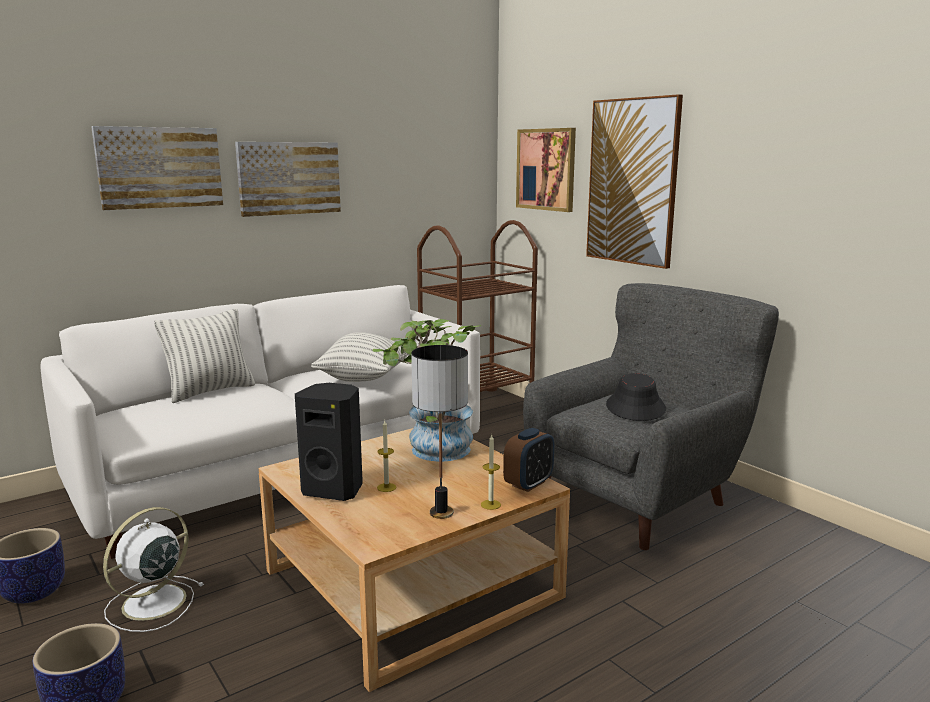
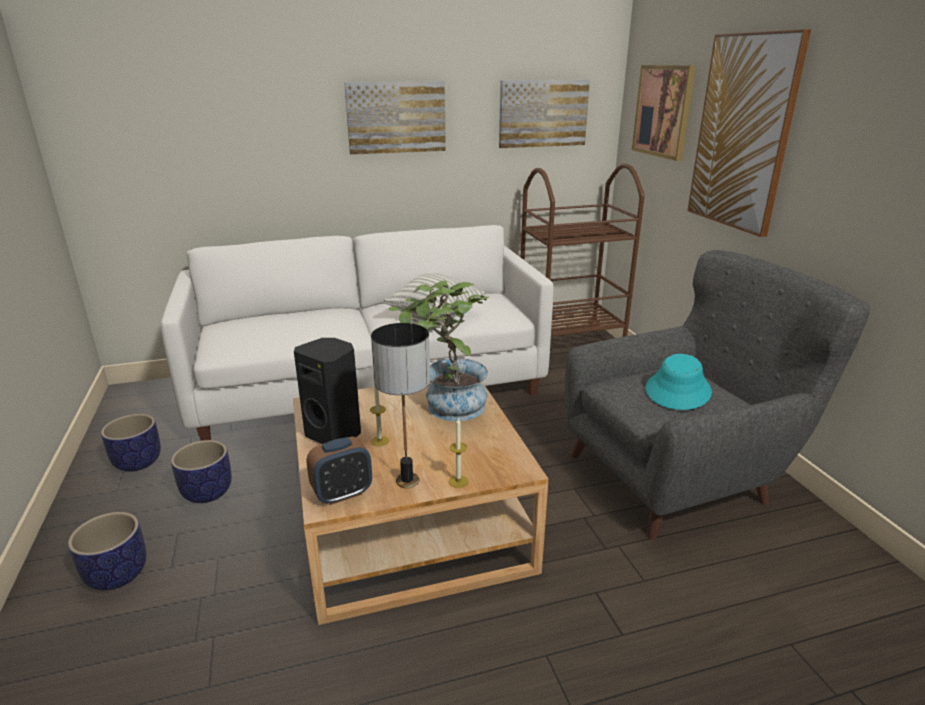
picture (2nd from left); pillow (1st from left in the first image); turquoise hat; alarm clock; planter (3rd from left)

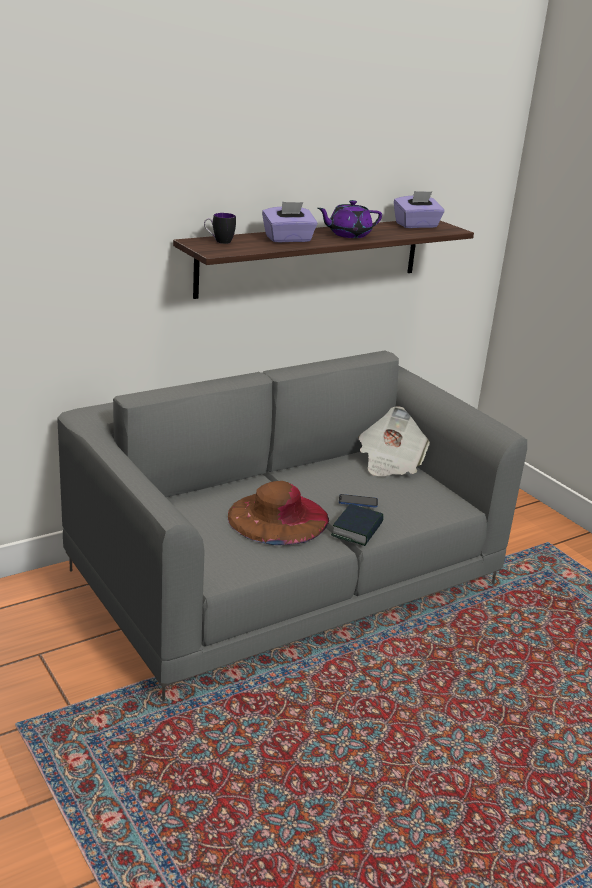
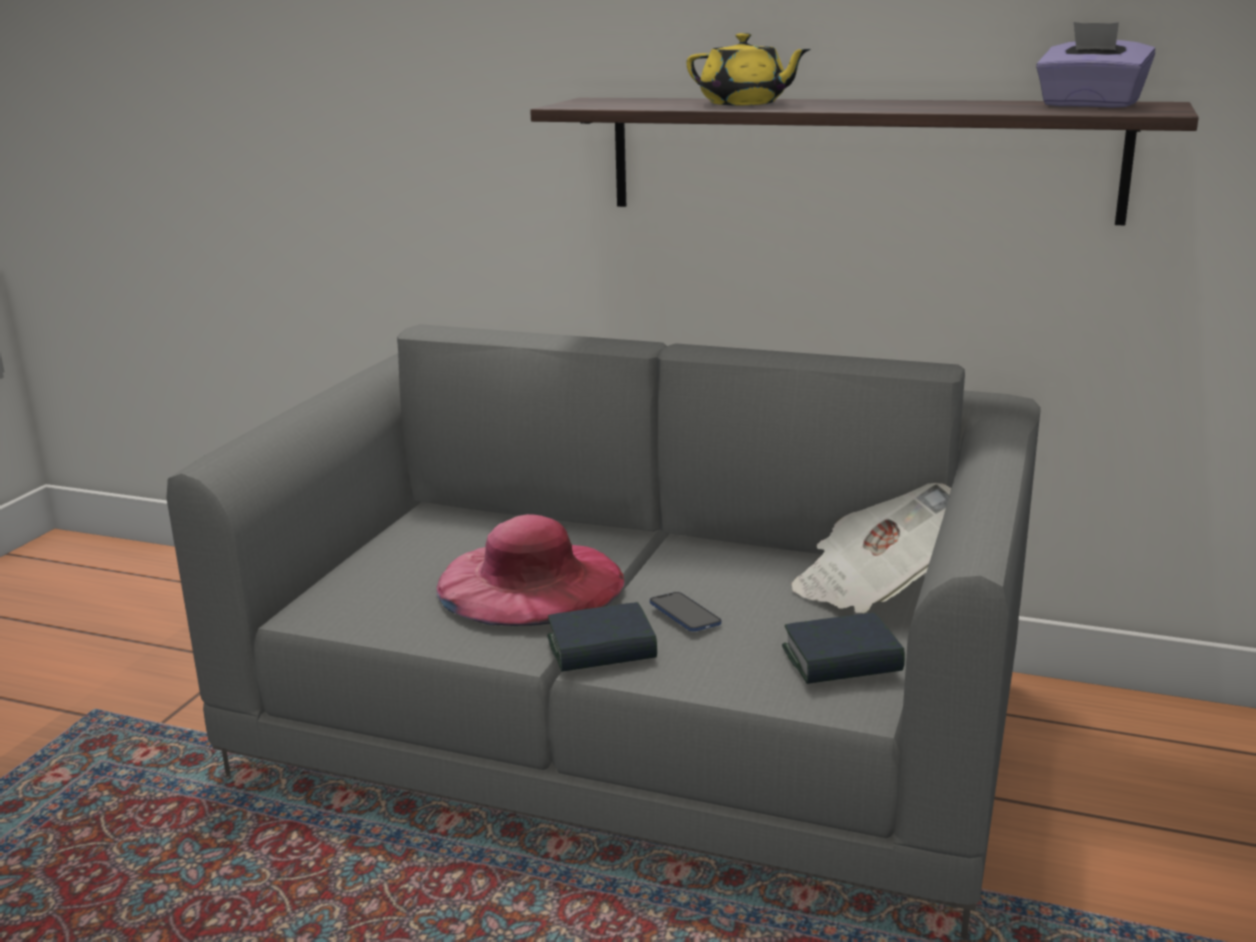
purple teapot; yellow teapot; mug; pink hat; book (2nd from left)

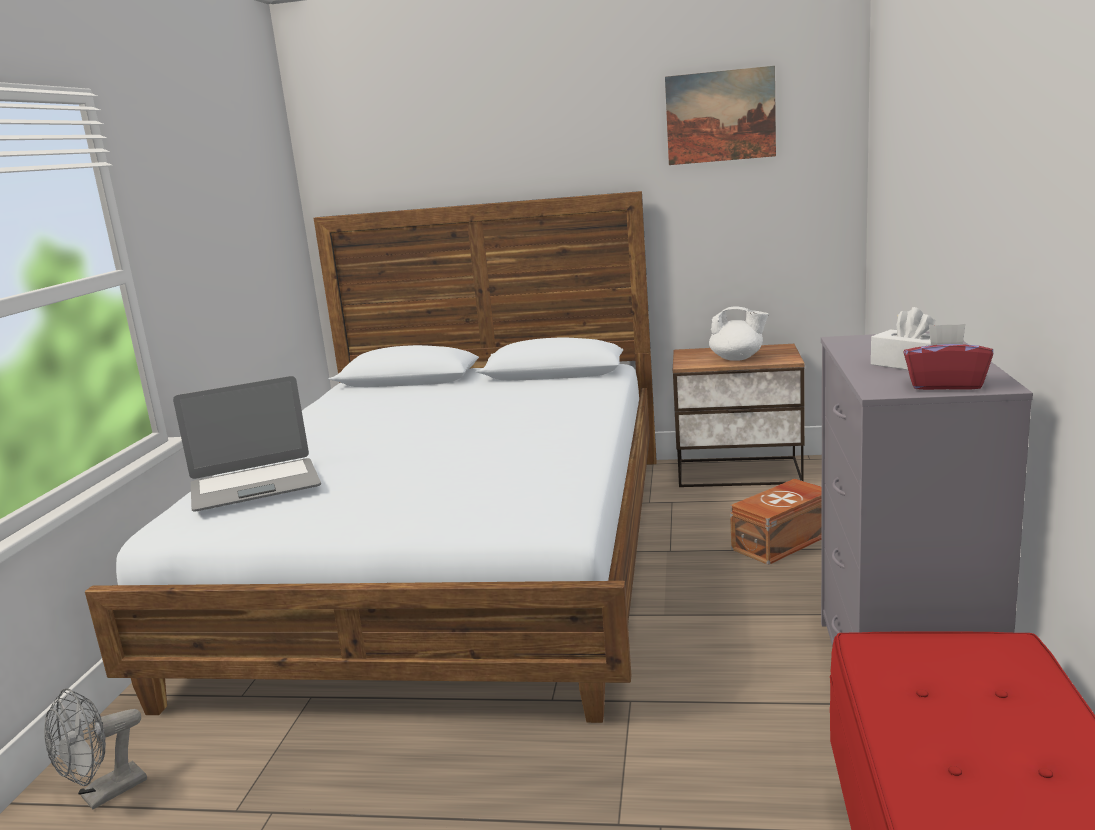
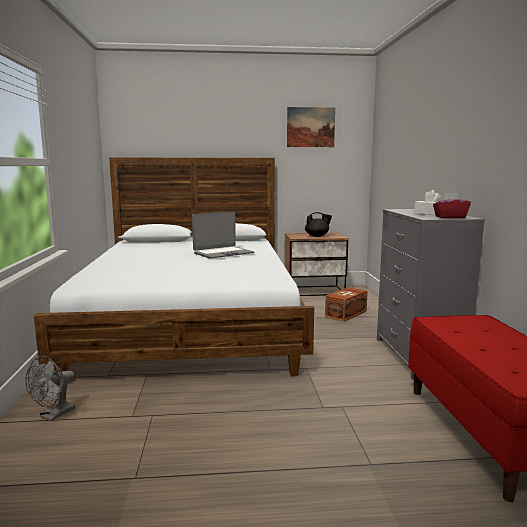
black teapot; laptop

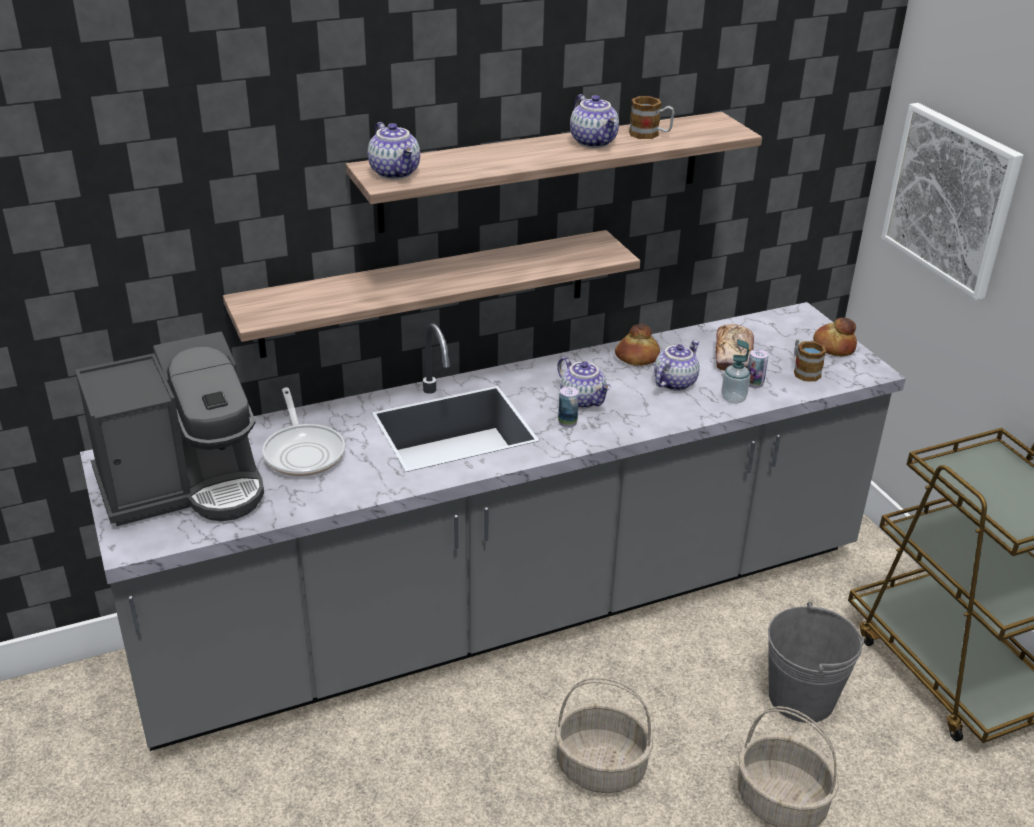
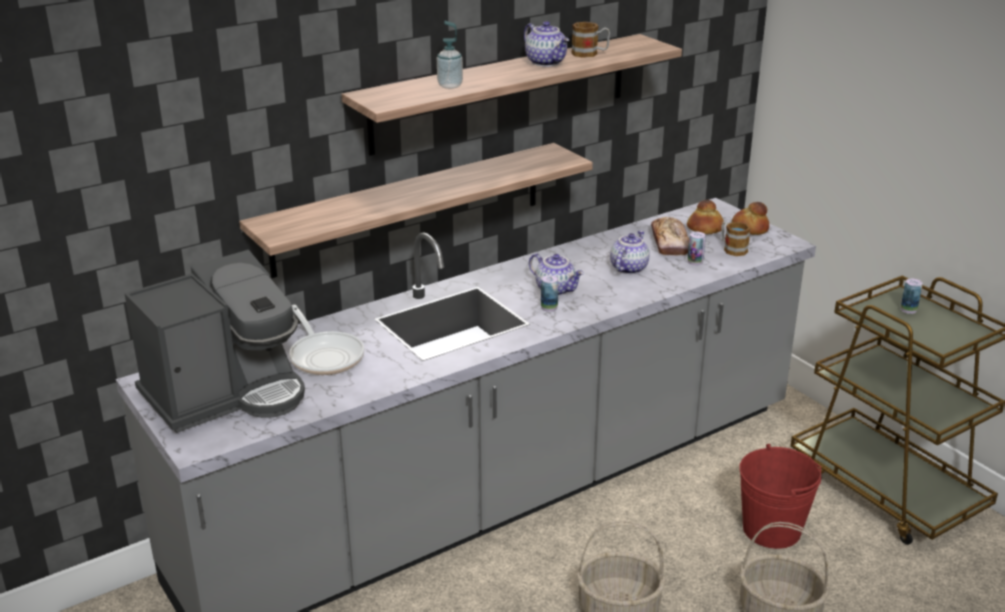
picture; teapot (1st from left in the first image); bread (2nd from left); soap dispenser; red bucket; can (3rd from left)

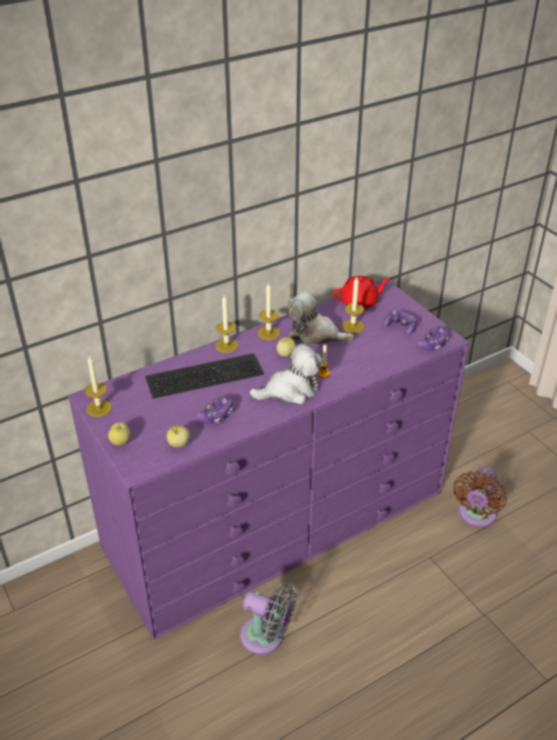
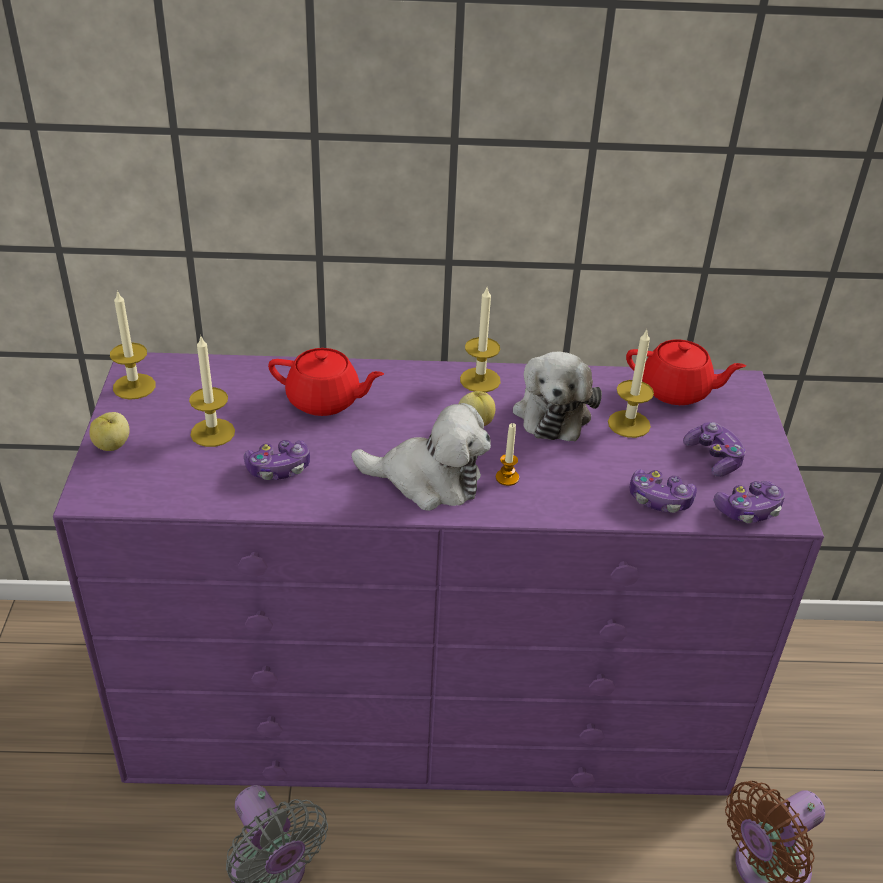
plush toy (2nd from left); candle (2nd from left); red teapot (1st from left); apple (2nd from left in the first image); game controller (2nd from left)

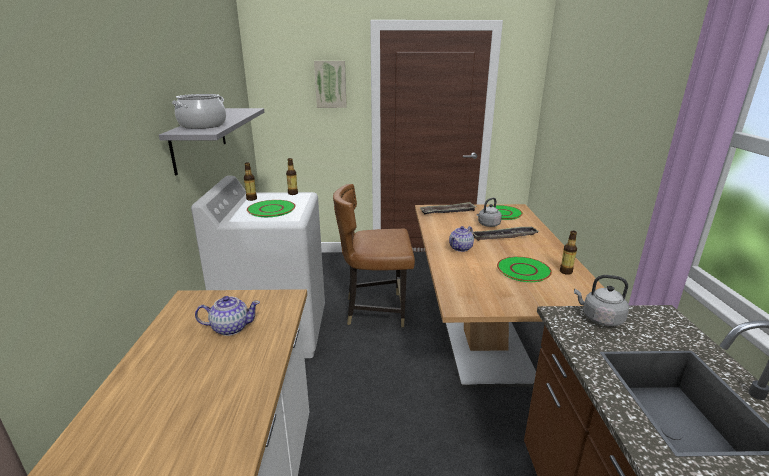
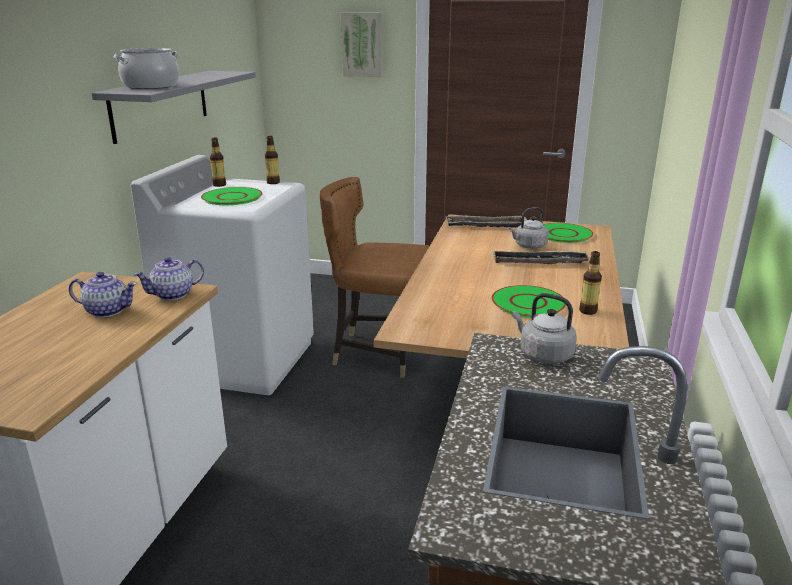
teapot (2nd from left)

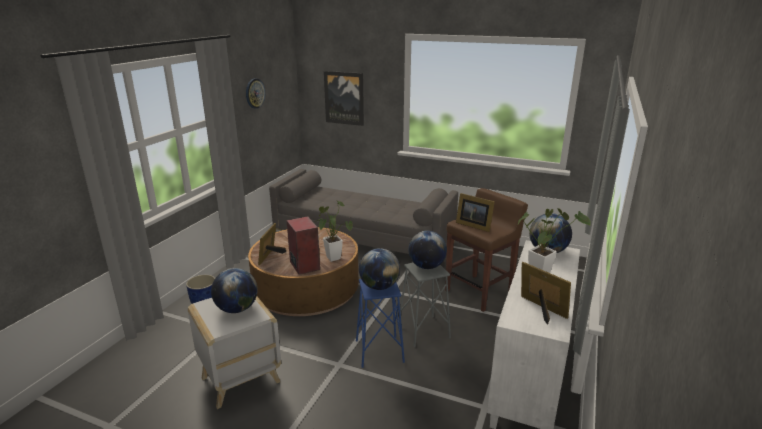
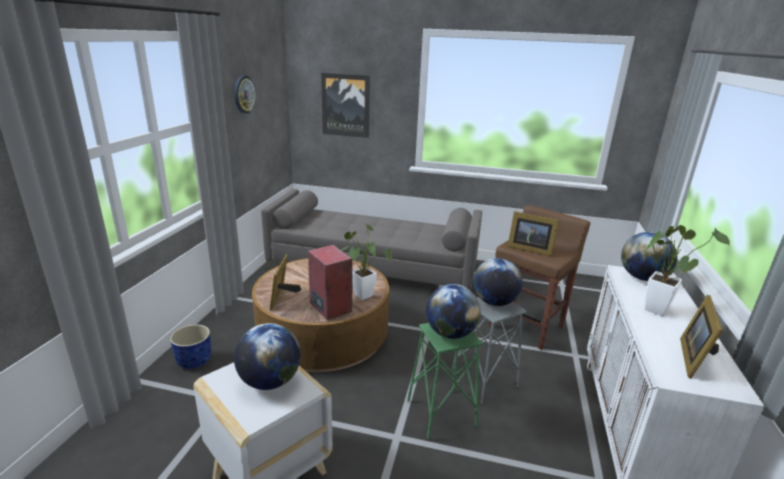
picture frame (3rd from left); green stool

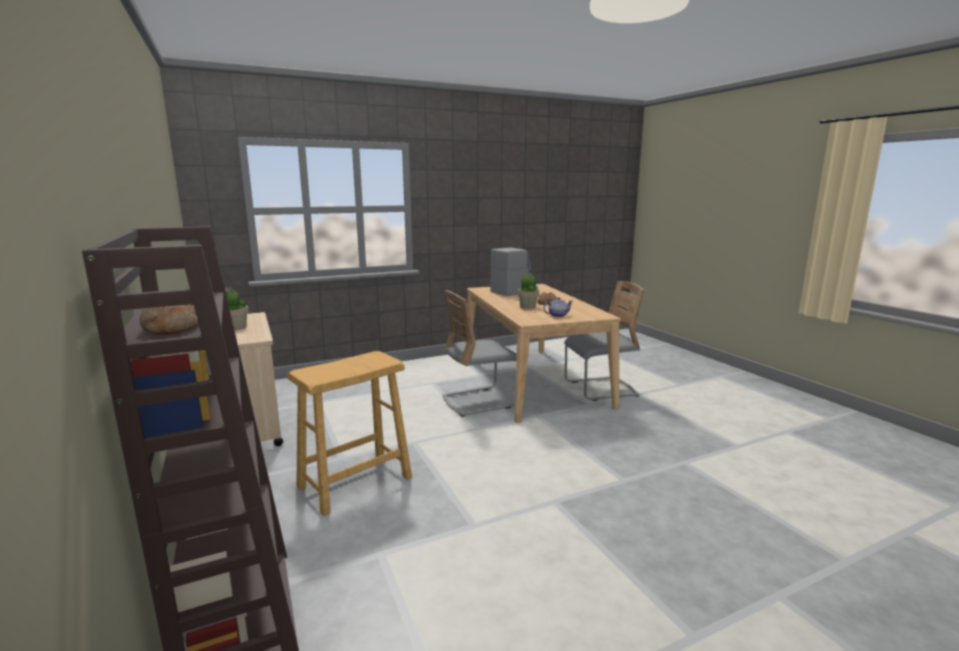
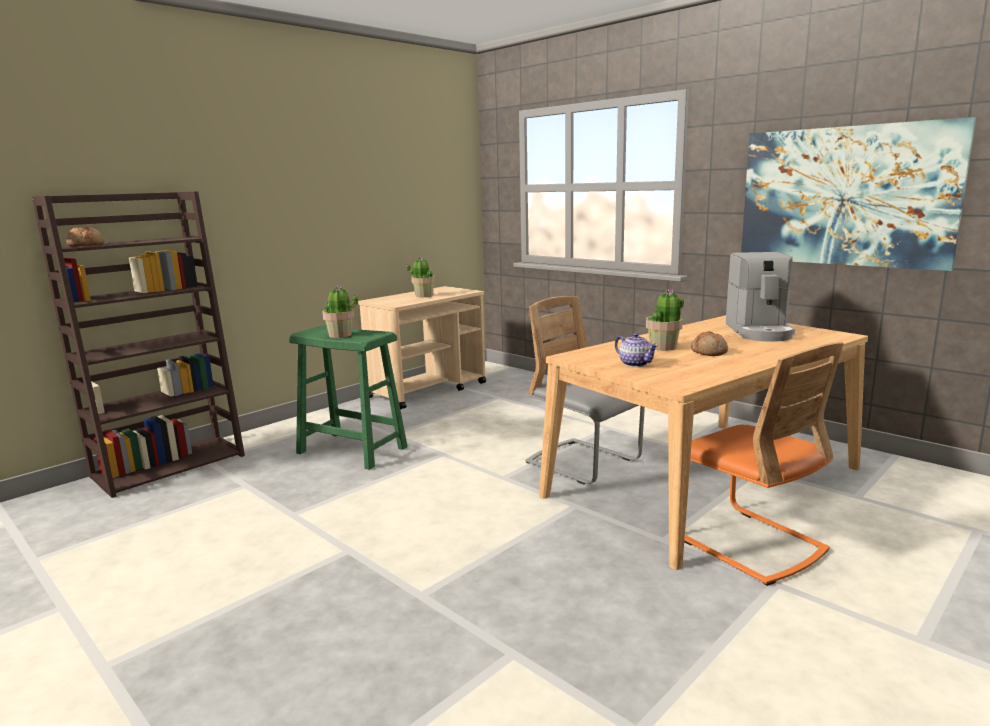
coffee machine; orange chair; green stool; picture; potted plant (1st from left)

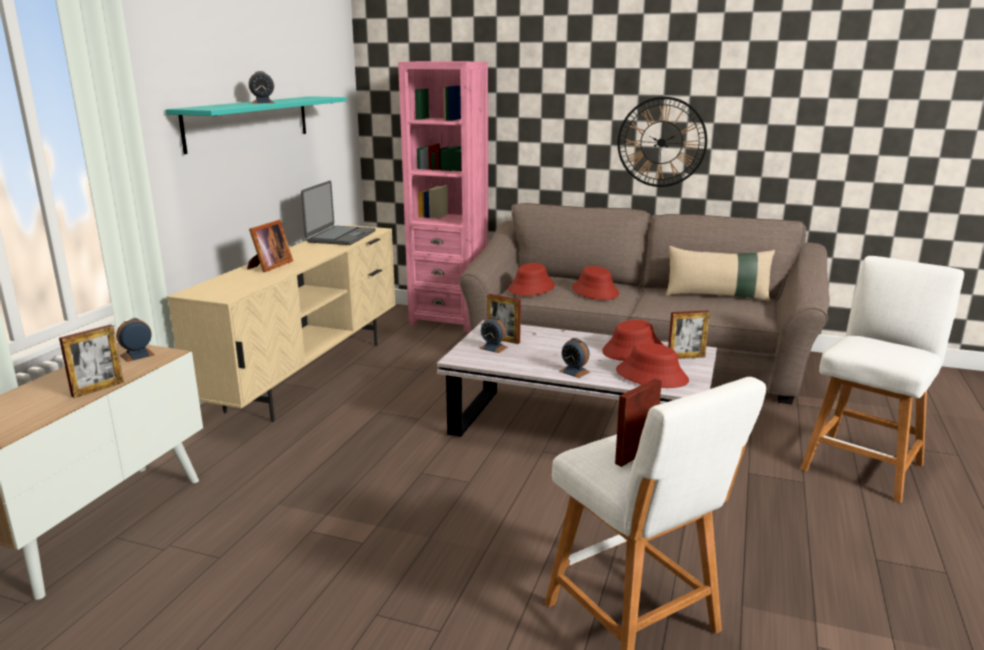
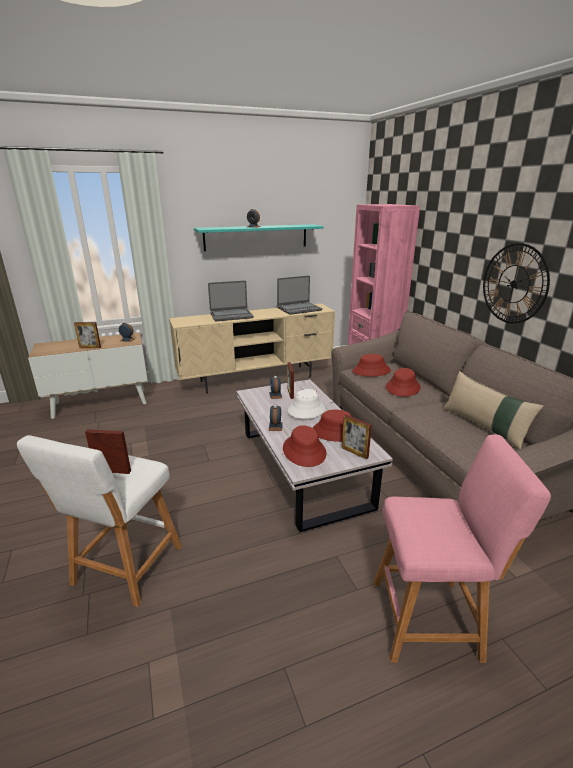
laptop (1st from left); pink stool; white hat

